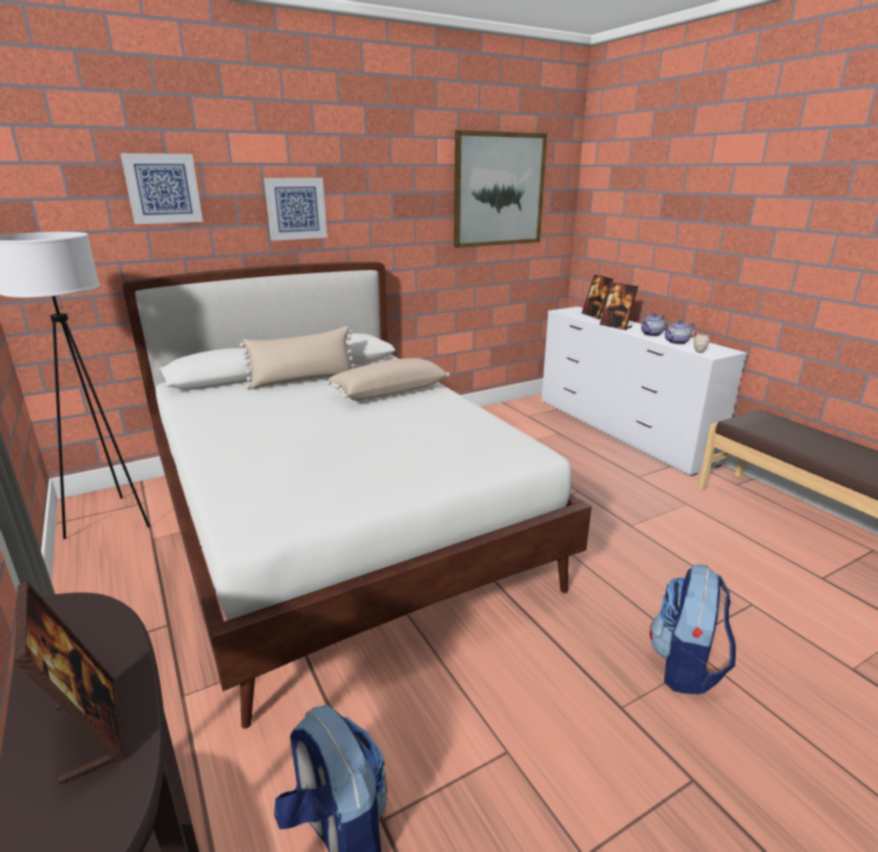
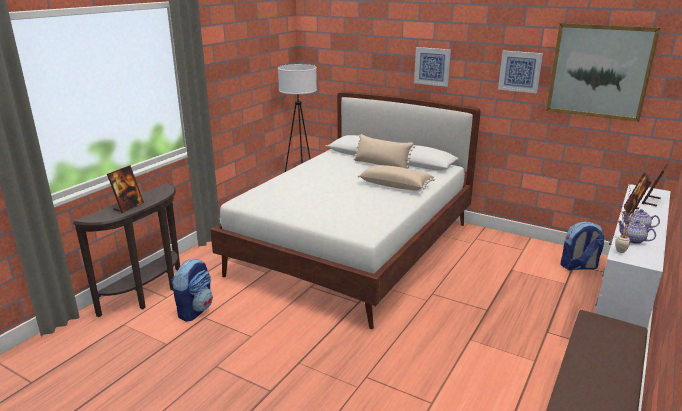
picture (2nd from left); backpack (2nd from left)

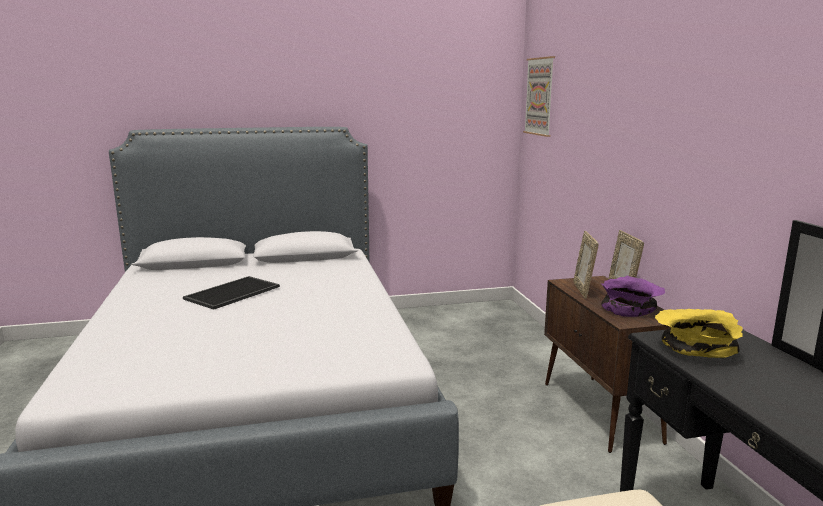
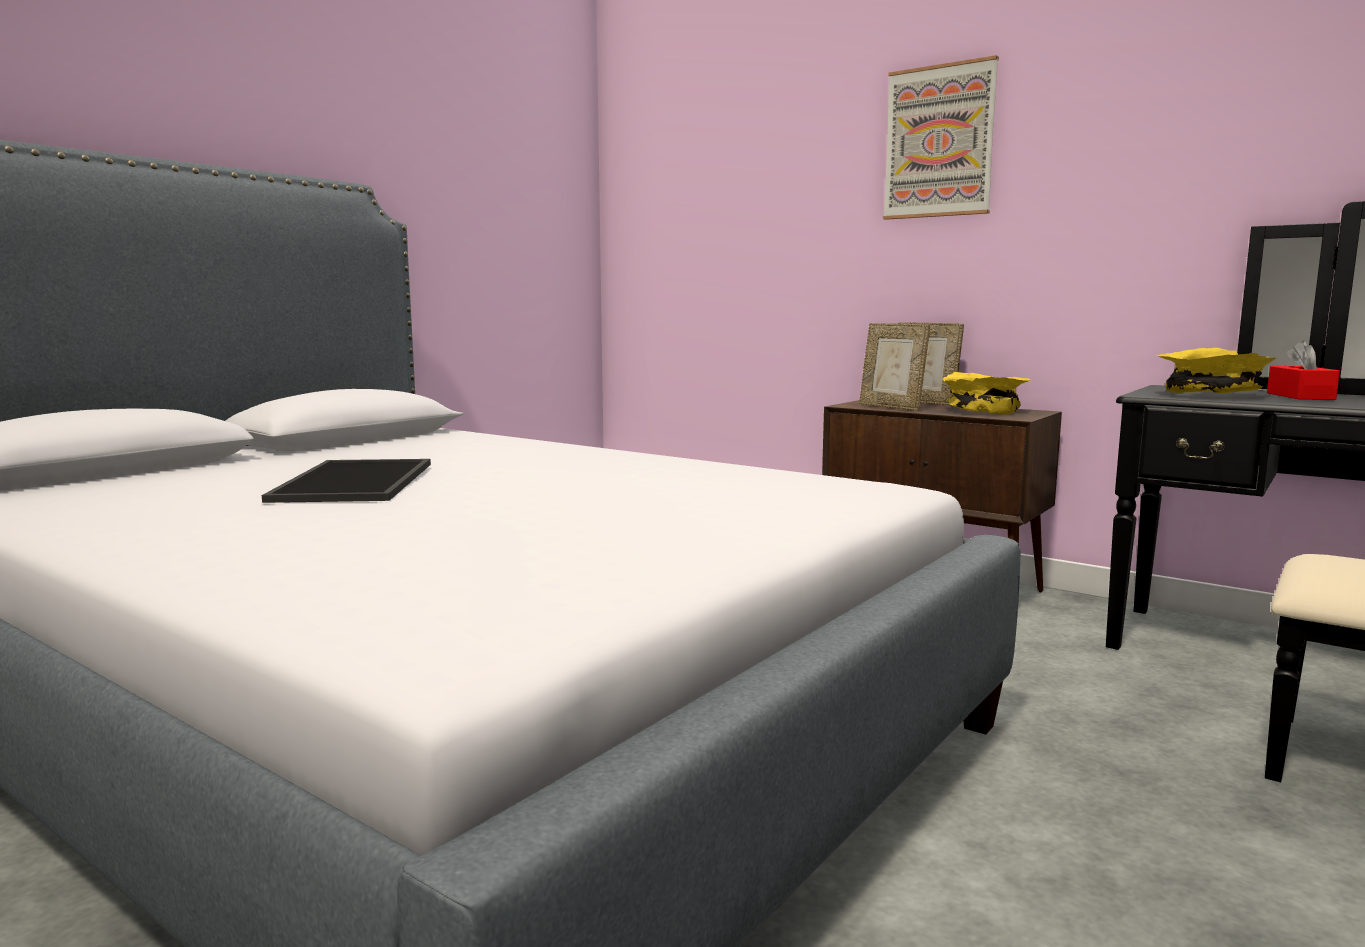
picture; yellow bowl (1st from left); red tissue box

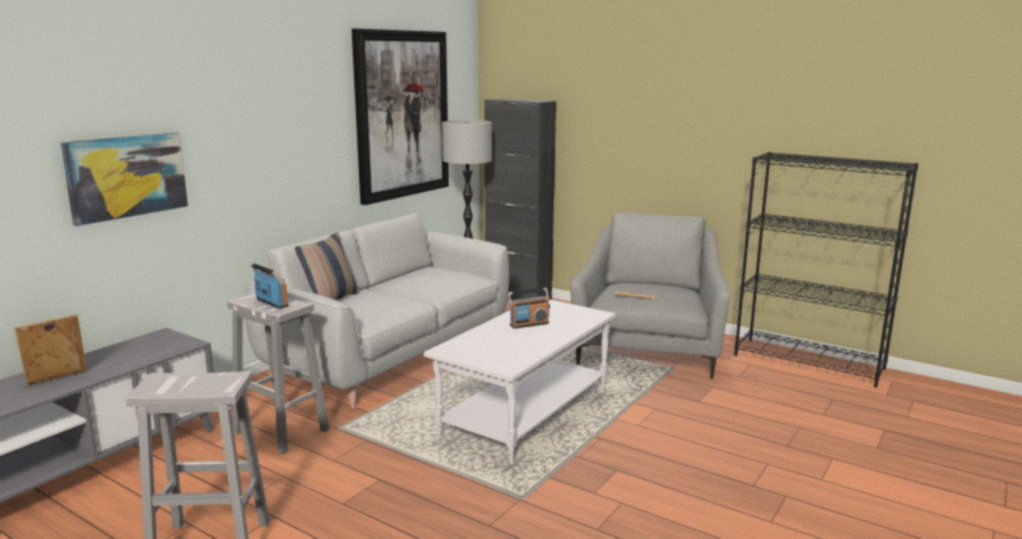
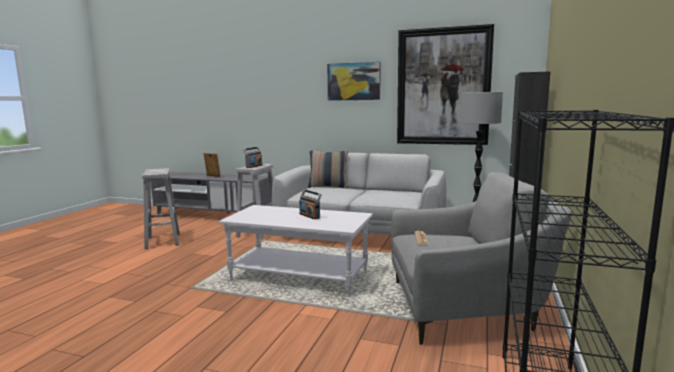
picture (1st from left)

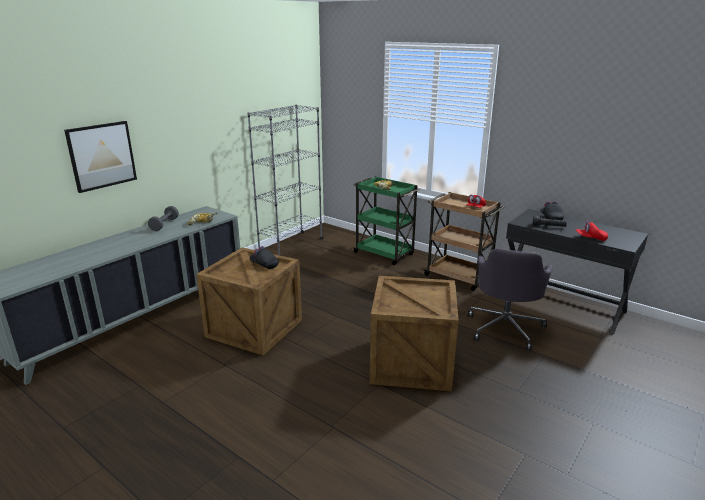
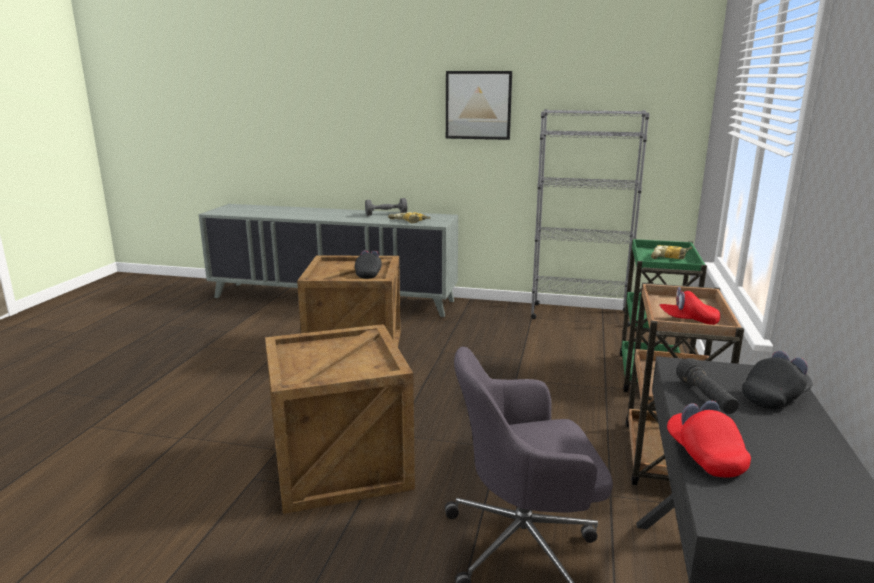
picture

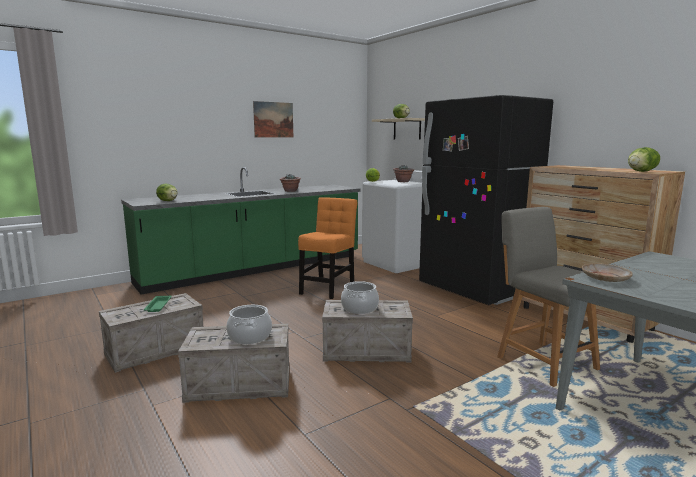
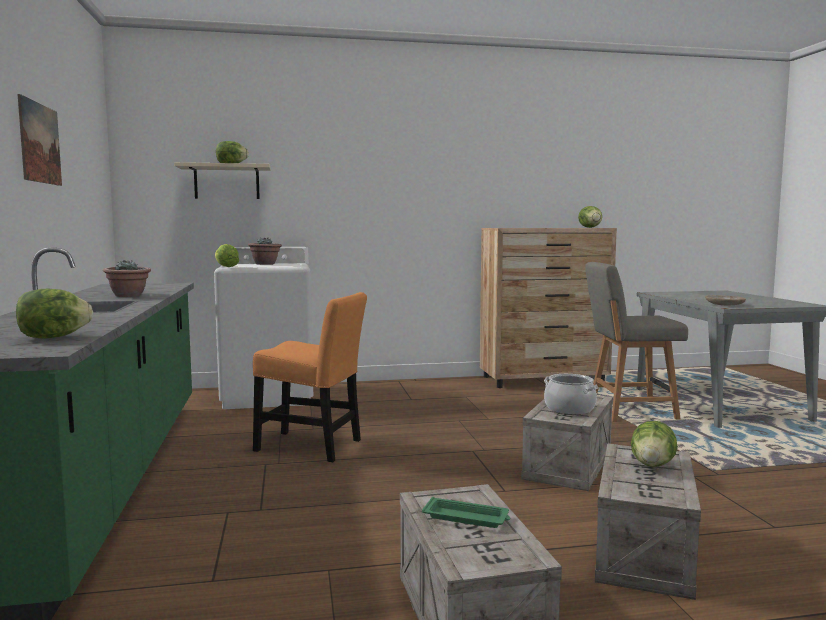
black fridge; orange chair; lettuce (5th from left)

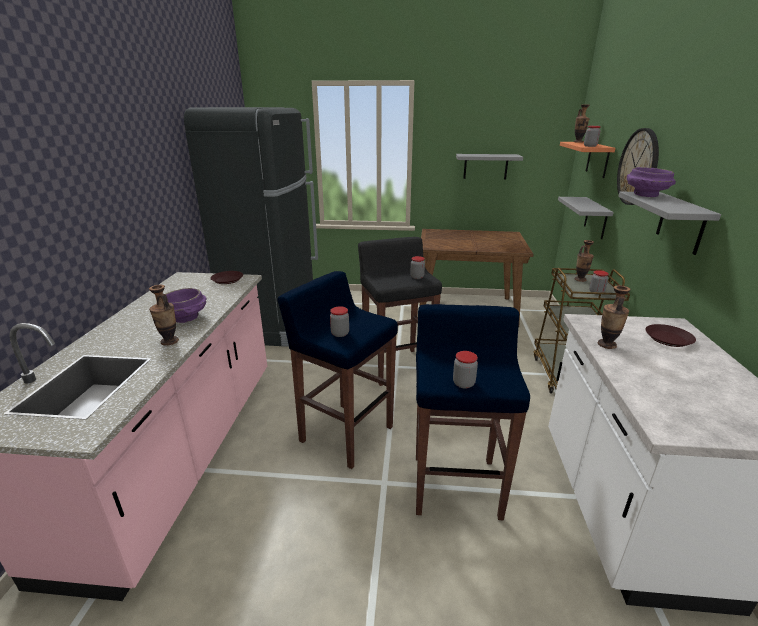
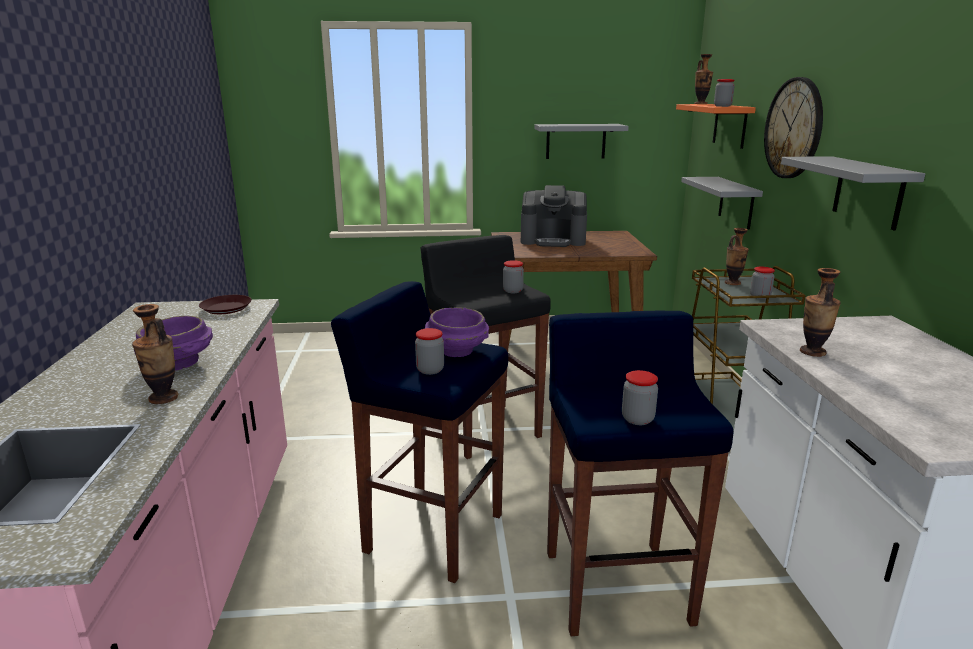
black fridge; purple bowl (2nd from left); brown plate (2nd from left in the first image); coffee machine

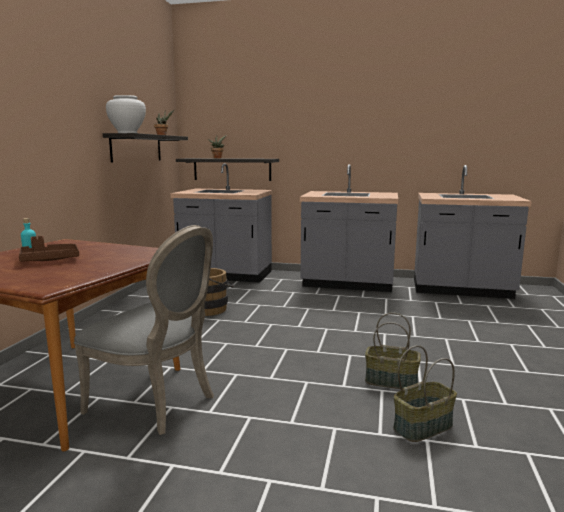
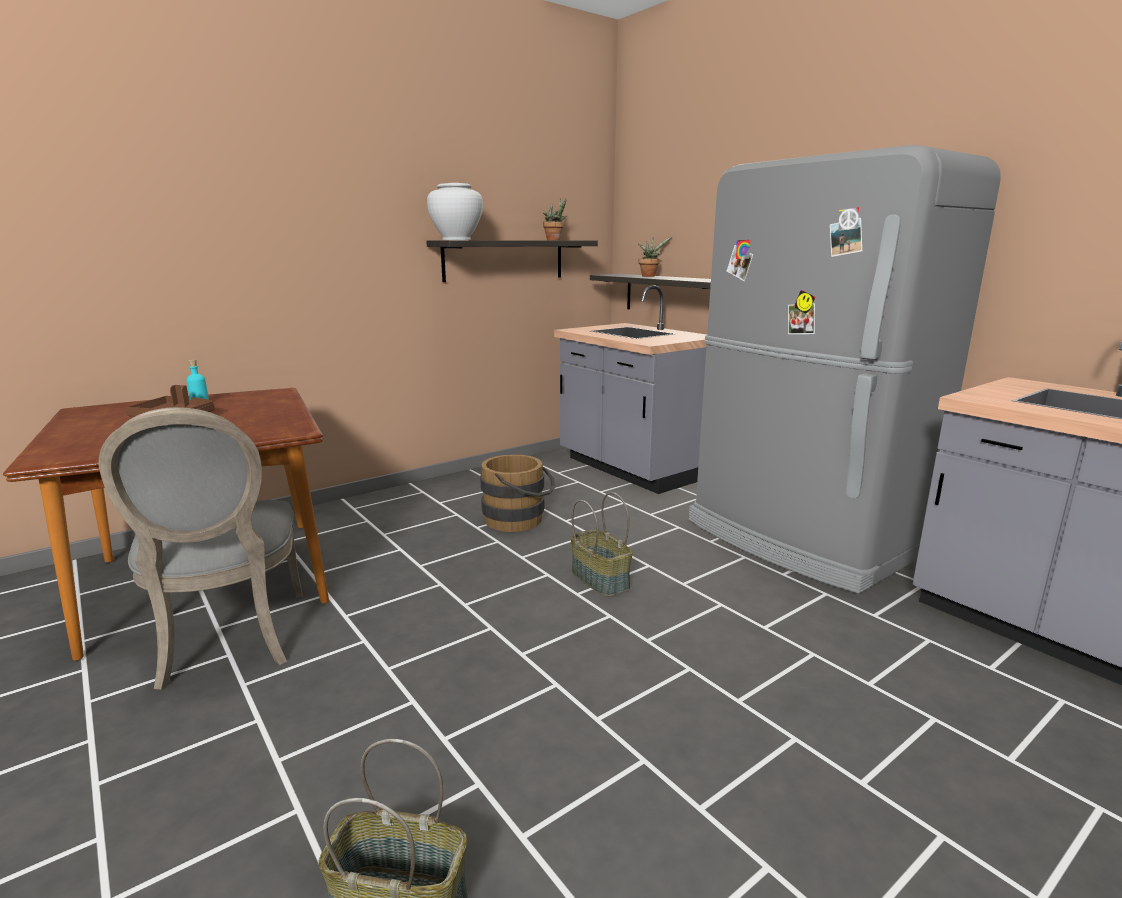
grey fridge; basket (2nd from left)

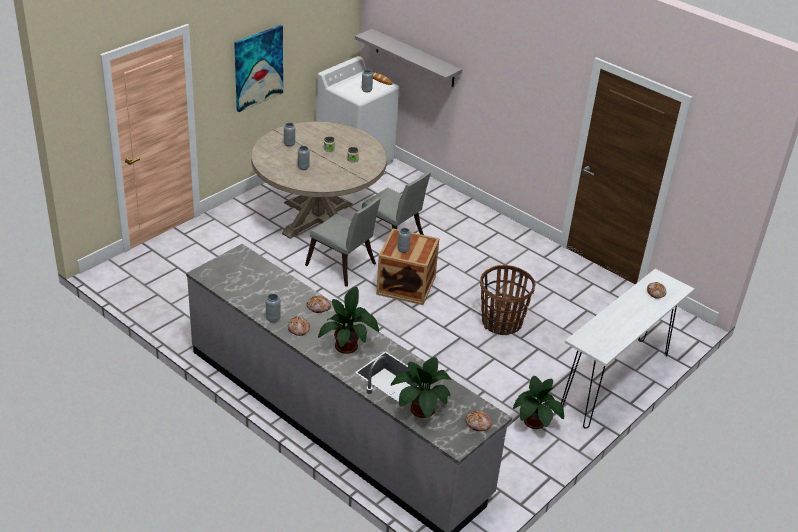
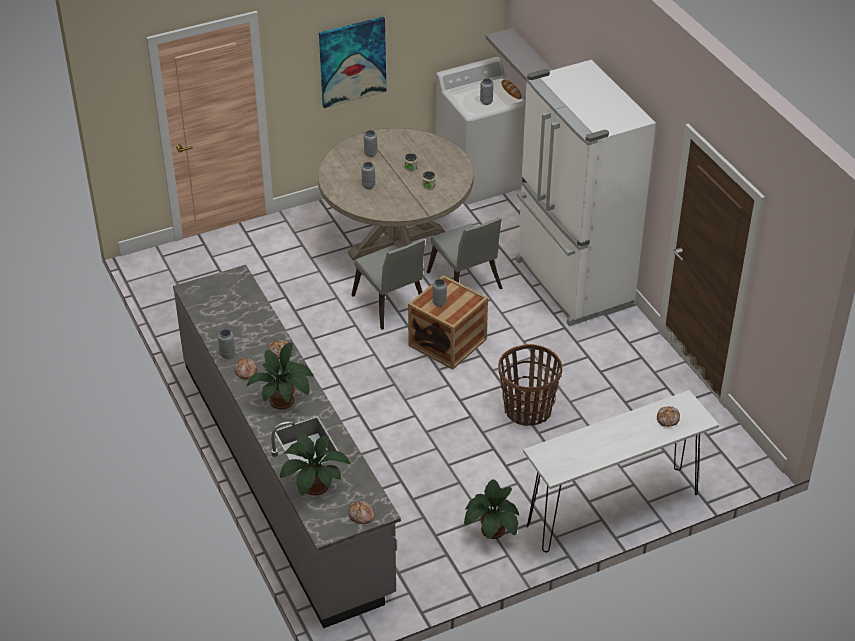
white fridge

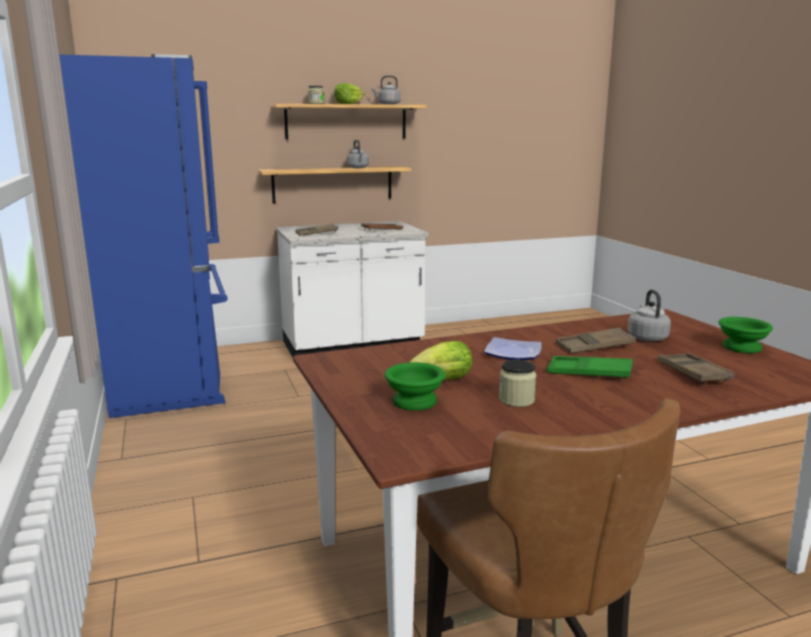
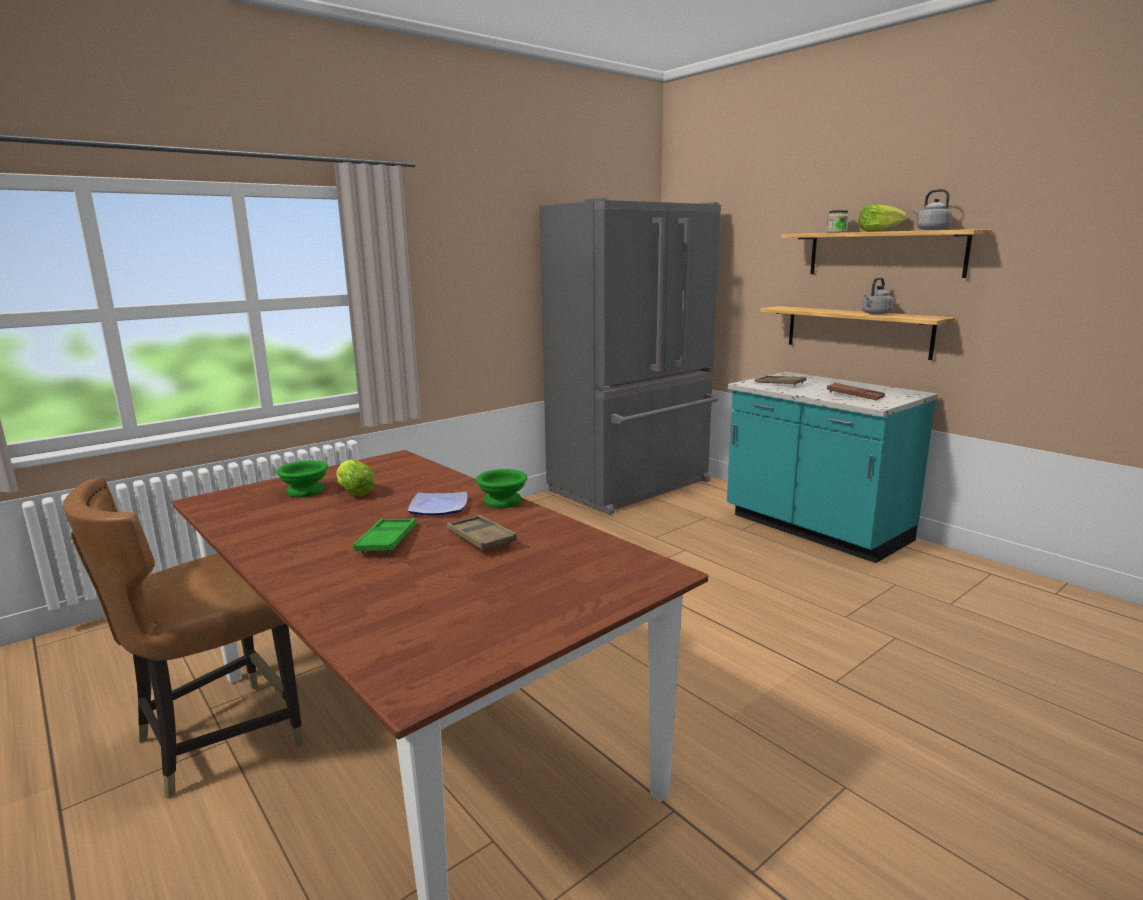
grey fridge; turquoise counter; grey kettle (3rd from left in the first image); green bowl (2nd from left); brown tray (4th from left in the first image); jar (2nd from left in the first image)

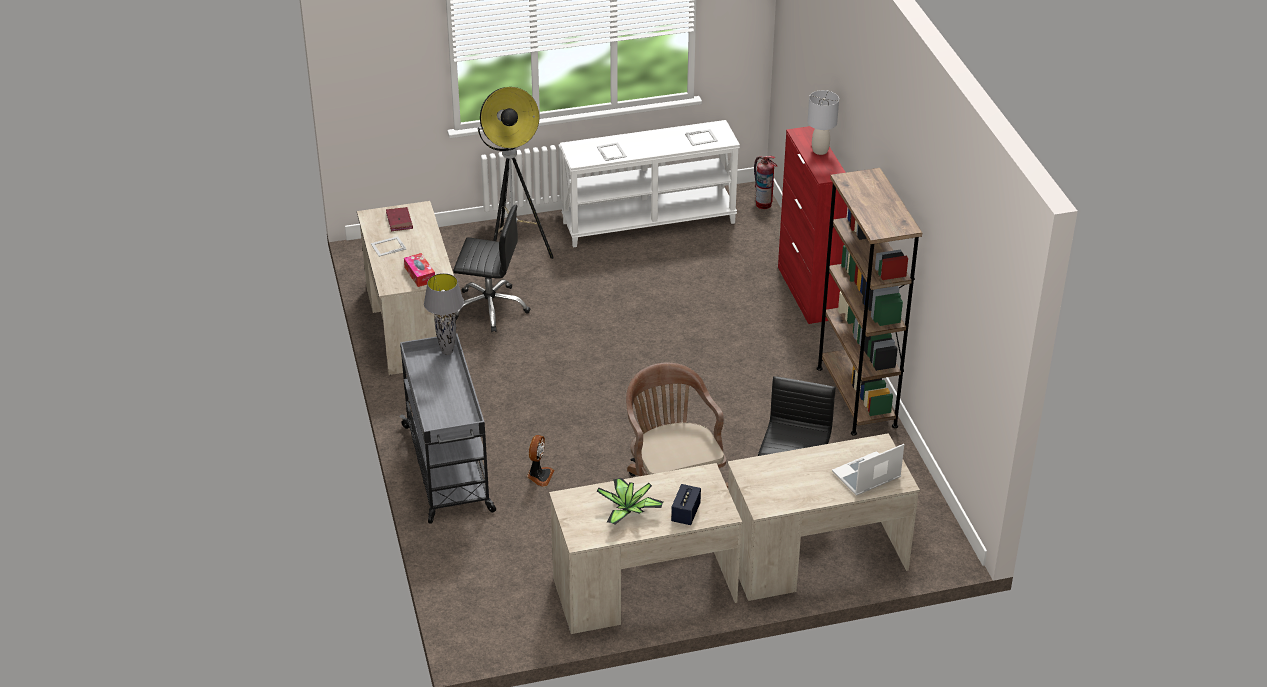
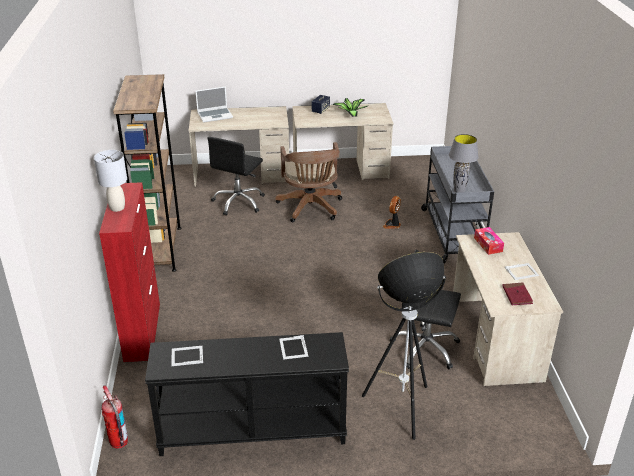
black console table

